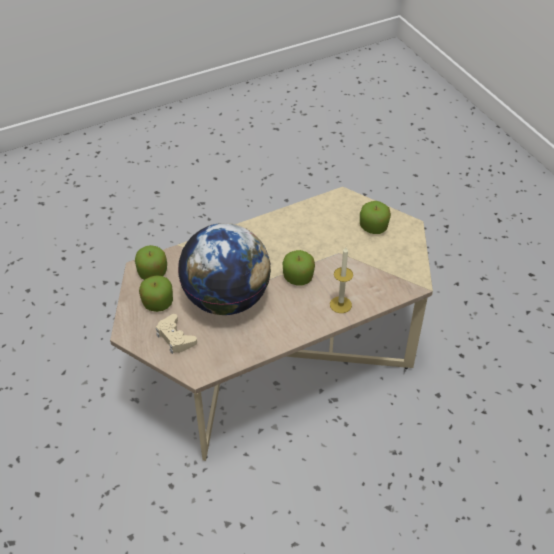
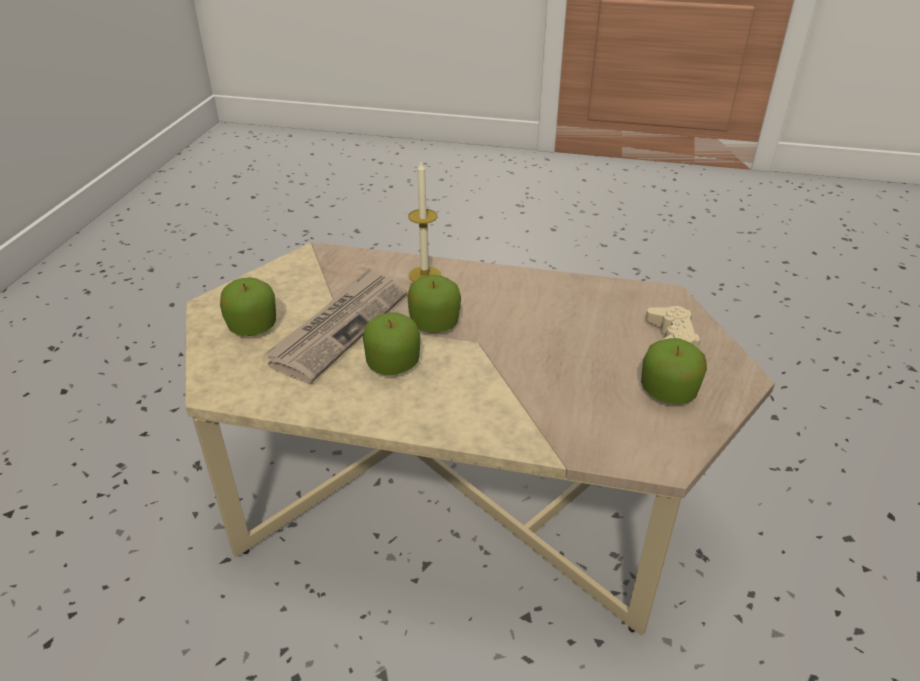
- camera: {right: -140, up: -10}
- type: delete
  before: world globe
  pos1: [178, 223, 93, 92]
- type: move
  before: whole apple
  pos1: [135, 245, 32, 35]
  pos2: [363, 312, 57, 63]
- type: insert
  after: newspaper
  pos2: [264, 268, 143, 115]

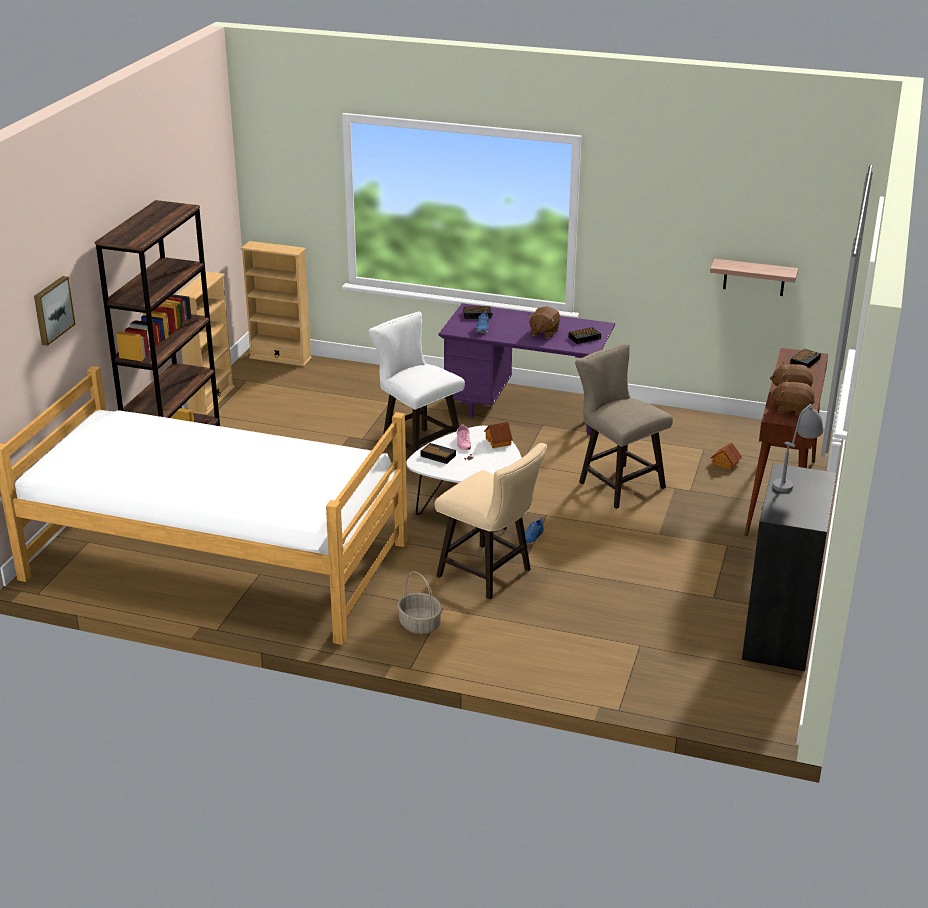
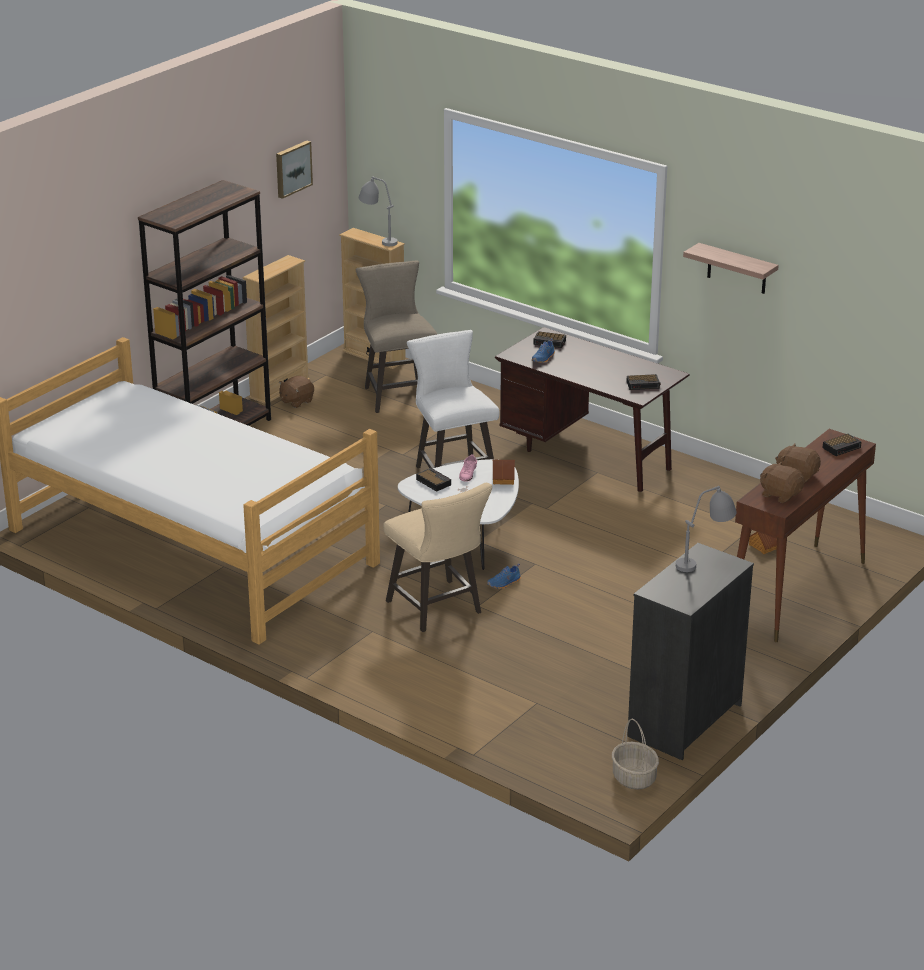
- camera: {right: 20, up: 0}
- type: move
  before: wall shelf
  pos1: [710, 259, 88, 37]
  pos2: [683, 243, 96, 51]
- type: move
  before: picture
  pos1: [34, 276, 41, 70]
  pos2: [276, 141, 37, 58]
- type: recolor
  before: purple-coloured desk unit
  after: brownish desk unit
  pos1: [439, 303, 176, 132]
  pos2: [495, 327, 195, 165]
- type: move
  before: brownish soft toy
  pos1: [528, 307, 32, 31]
  pos2: [279, 376, 35, 32]
- type: move
  before: sand-coloured stool
  pos1: [575, 343, 98, 166]
  pos2: [356, 261, 81, 152]
- type: move
  before: basket
  pos1: [397, 571, 45, 64]
  pos2: [612, 719, 47, 71]
- type: insert
  after: grey table lamp
  pos2: [359, 176, 39, 70]

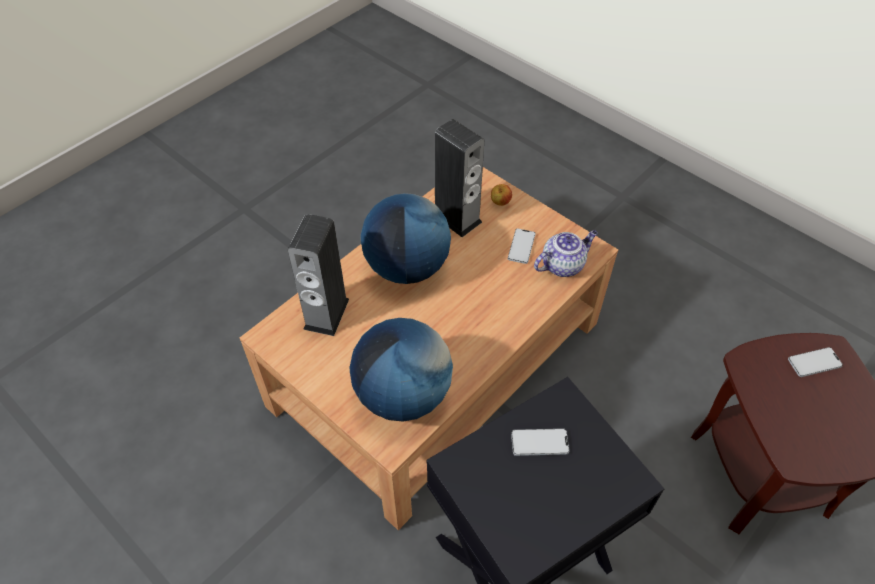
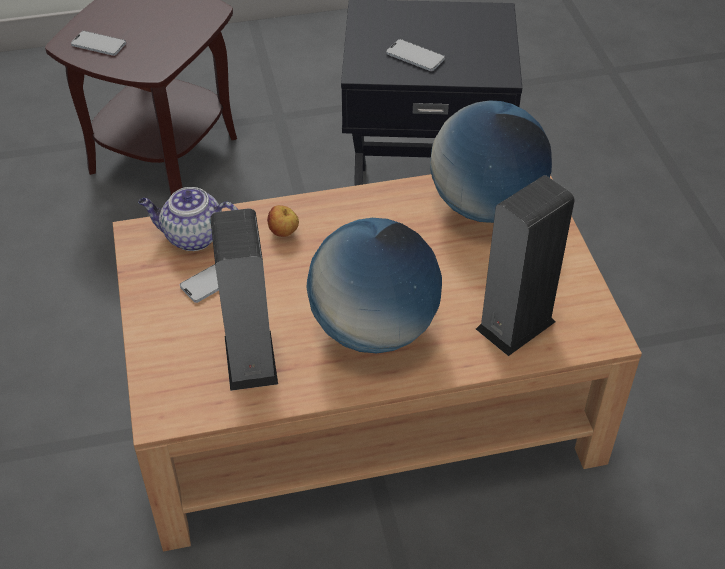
- camera: {right: -145, up: -5}
- type: move
  before: whole apple
  pos1: [491, 184, 21, 22]
  pos2: [267, 205, 32, 32]

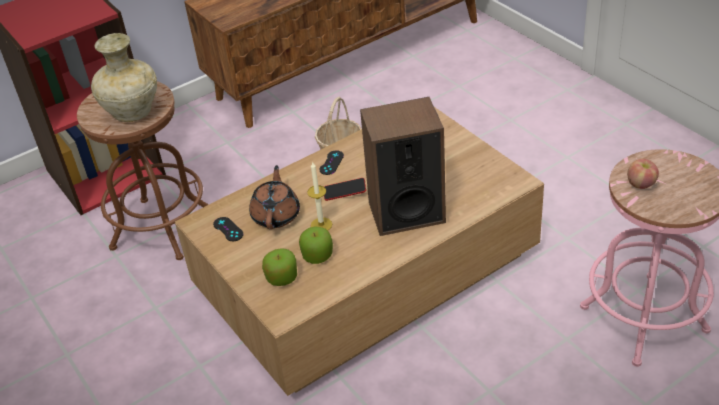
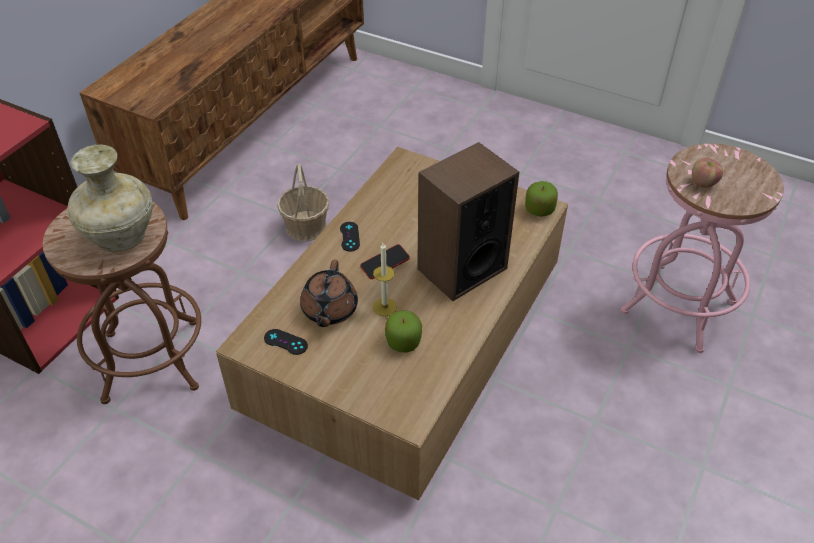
- camera: {right: -30, up: 5}
- type: rotate
  before: brownish teapot
  pos1: [249, 165, 51, 64]
  pos2: [300, 260, 58, 67]
  turn: -150
- type: move
  before: whole apple
  pos1: [262, 248, 35, 38]
  pos2: [525, 181, 33, 36]

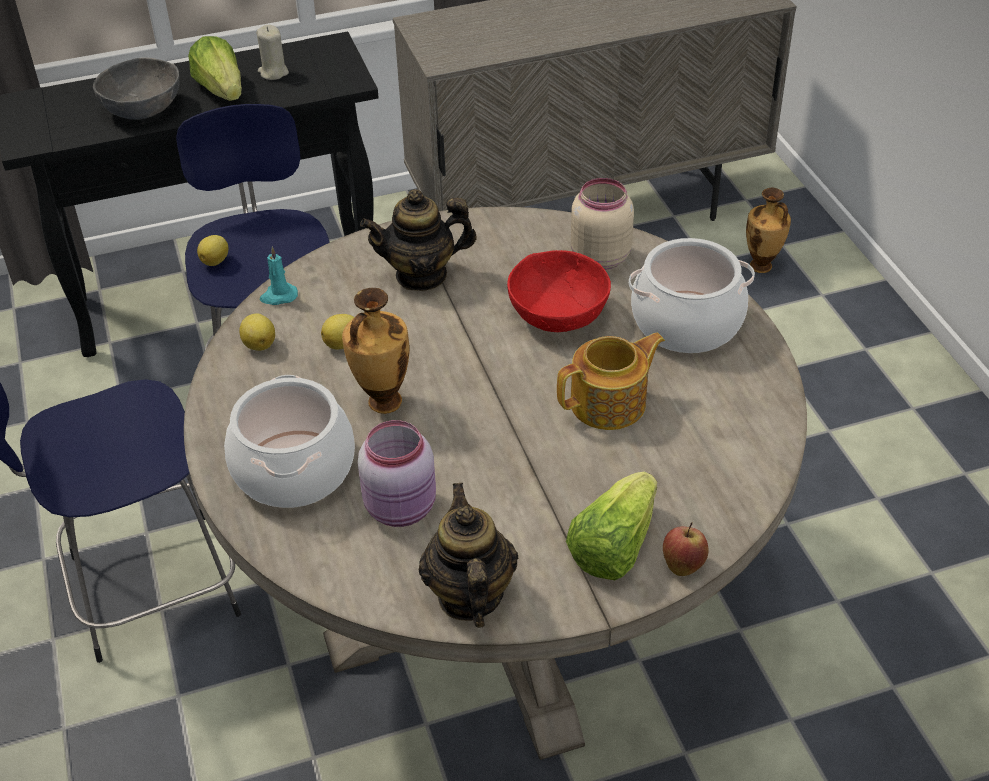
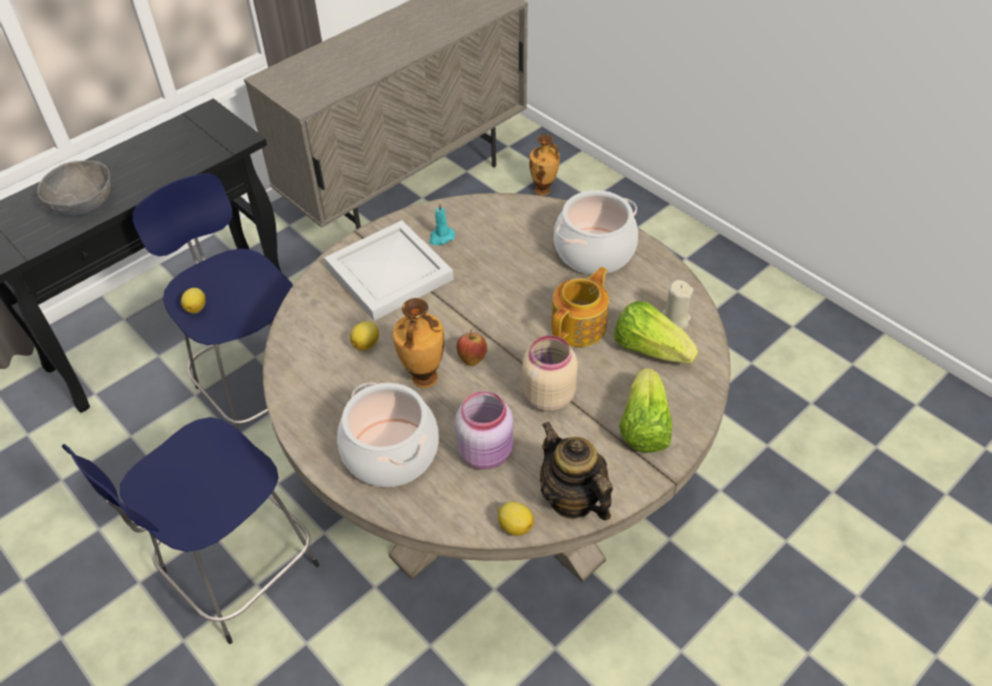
- camera: {right: -25, up: 5}
- type: move
  before: sand-coloured wax candle
  pos1: [256, 25, 33, 55]
  pos2: [661, 280, 33, 49]
- type: move
  before: head of lettuce
  pos1: [188, 36, 54, 65]
  pos2: [614, 301, 84, 63]
- type: move
  before: sand-coloured storage jar
  pos1: [571, 178, 63, 92]
  pos2: [522, 335, 56, 77]
- type: replace
  before: teapot
  after: whitish serving tray
  pos1: [360, 189, 117, 102]
  pos2: [324, 220, 130, 101]
- type: move
  before: blue-green wax candle
  pos1: [260, 247, 38, 58]
  pos2: [429, 202, 26, 43]
- type: delete
  before: red-coloured deep dish
  pos1: [507, 250, 104, 82]
- type: move
  before: lemon
  pos1: [239, 313, 36, 38]
  pos2: [498, 501, 36, 35]
- type: move
  before: whole apple
  pos1: [663, 522, 45, 54]
  pos2: [457, 329, 30, 37]

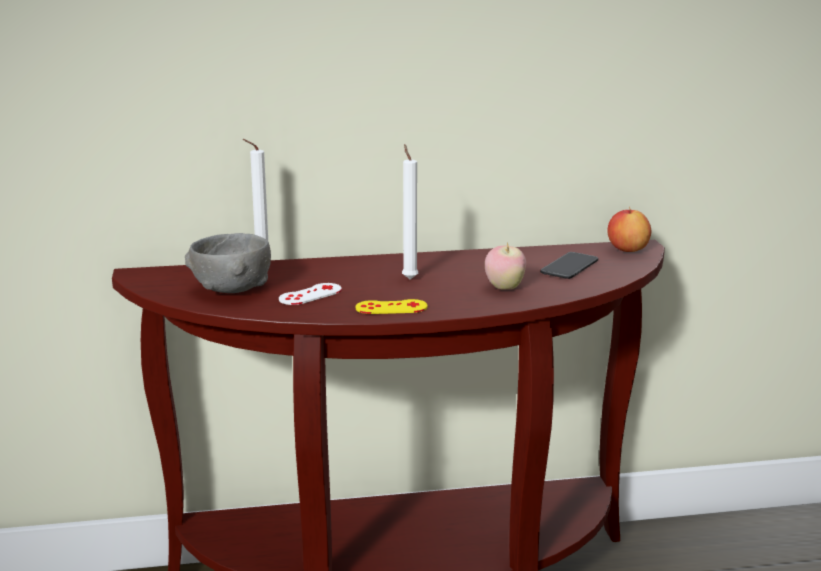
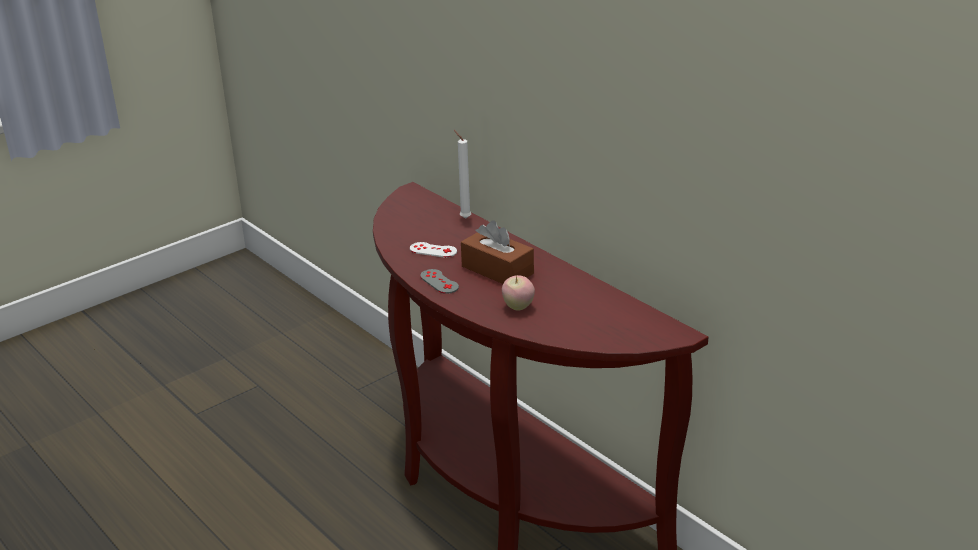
- camera: {right: 60, up: 10}
- type: replace
  before: whitish wax candle
  after: brownish tissue holder
  pos1: [402, 144, 16, 136]
  pos2: [461, 221, 73, 63]
- type: delete
  before: whole apple
  pos1: [607, 207, 45, 45]
- type: delete
  before: grey deep dish
  pos1: [185, 233, 86, 60]
- type: delete
  before: handset
  pos1: [540, 252, 58, 27]
- type: recolor
  before: yellow gamepad
  after: grey gamepad
  pos1: [356, 299, 72, 15]
  pos2: [420, 269, 39, 25]

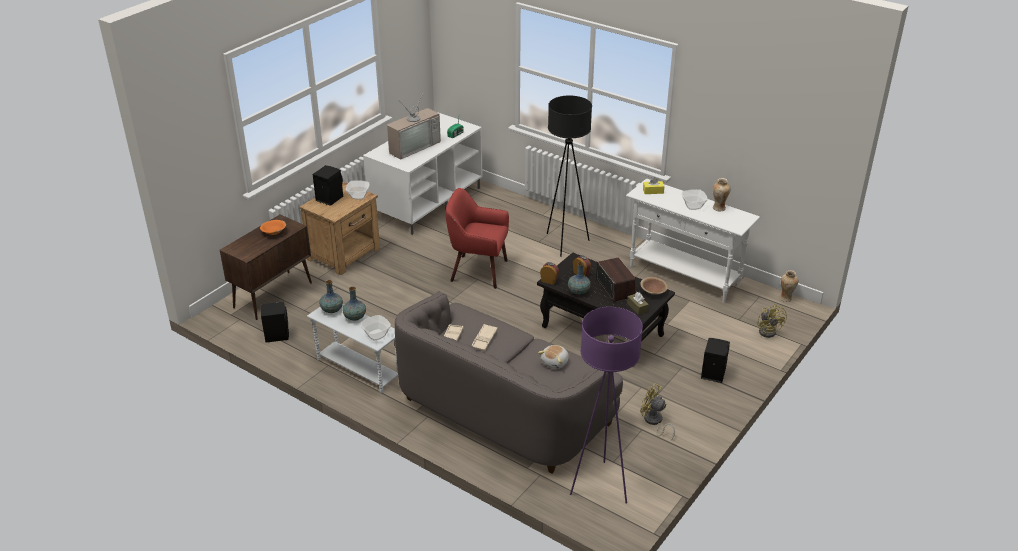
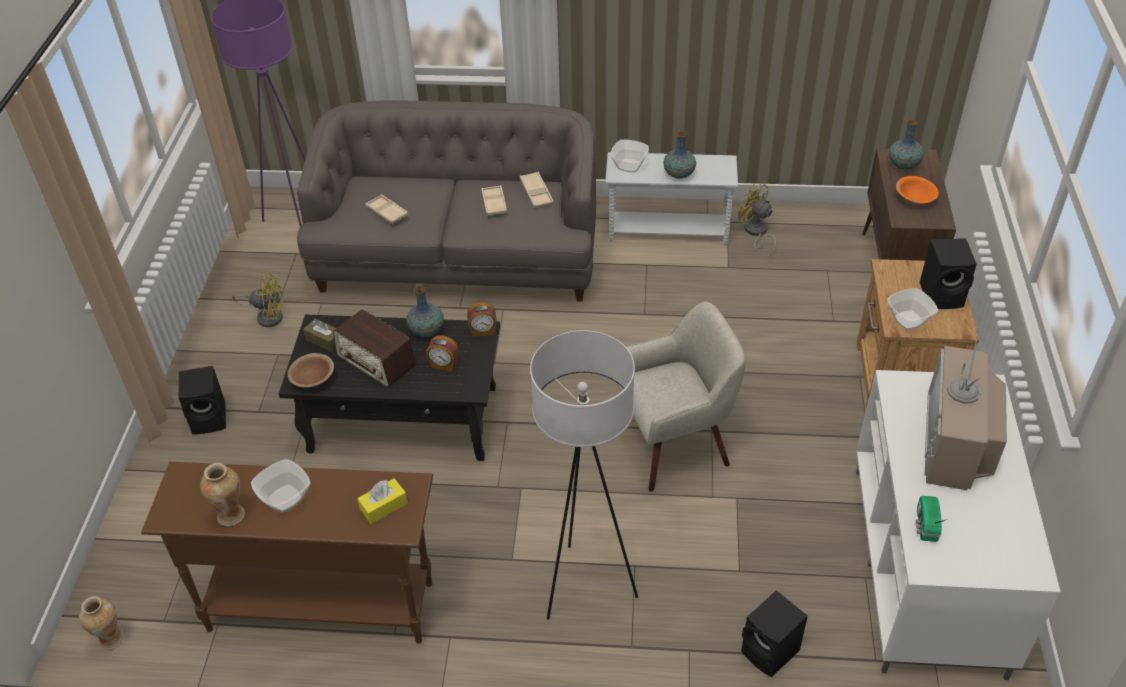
- camera: {right: 150, up: 10}
- type: recolor
  before: black-coloured floor lamp
  after: whitish floor lamp
  pos1: [547, 96, 45, 161]
  pos2: [530, 330, 108, 290]
- type: recolor
  before: whitish hall table
  after: brownish hall table
  pos1: [626, 179, 134, 124]
  pos2: [141, 462, 292, 182]
- type: recolor
  before: red-coloured easy chair
  after: sand-coloured easy chair
  pos1: [446, 188, 63, 101]
  pos2: [617, 302, 128, 190]
- type: move
  before: vase
  pos1: [319, 280, 24, 33]
  pos2: [889, 120, 35, 49]
- type: move
  before: black-coloured speaker
  pos1: [261, 301, 28, 42]
  pos2: [741, 590, 67, 87]
- type: move
  before: yellow fan
  pos1: [757, 304, 30, 34]
  pos2: [738, 183, 38, 73]
- type: replace
  before: soft toy
  after: sand-coloured serving tray
  pos1: [538, 345, 31, 24]
  pos2: [365, 195, 44, 29]

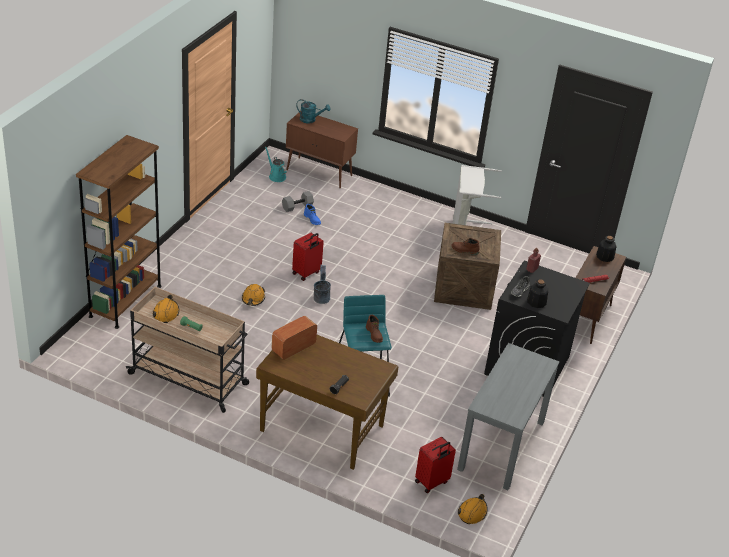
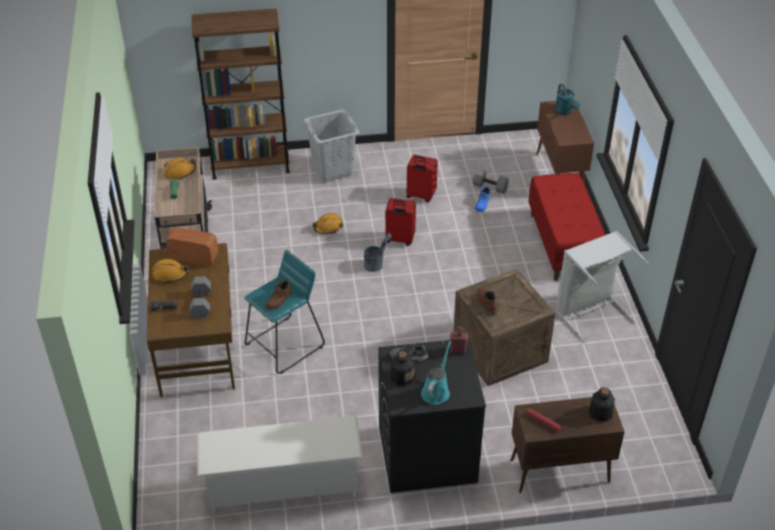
- camera: {right: 60, up: 5}
- type: move
  before: blue-green sprinkling can
  pos1: [265, 146, 22, 36]
  pos2: [421, 341, 30, 64]
- type: replace
  before: grey hall table
  after: whitish shoe shelf
  pos1: [457, 343, 102, 147]
  pos2: [197, 416, 166, 101]
- type: move
  before: red-coloured piece of luggage
  pos1: [415, 437, 41, 56]
  pos2: [406, 154, 32, 48]
- type: move
  before: orange-coloured safety helmet
  pos1: [458, 494, 30, 30]
  pos2: [152, 259, 37, 24]
- type: insert
  after: grey washing basket
  pos2: [303, 109, 56, 73]
- type: insert
  after: red-coloured indoor bench
  pos2: [528, 173, 78, 108]
- type: insert
  after: grey hand weight
  pos2: [189, 276, 22, 43]

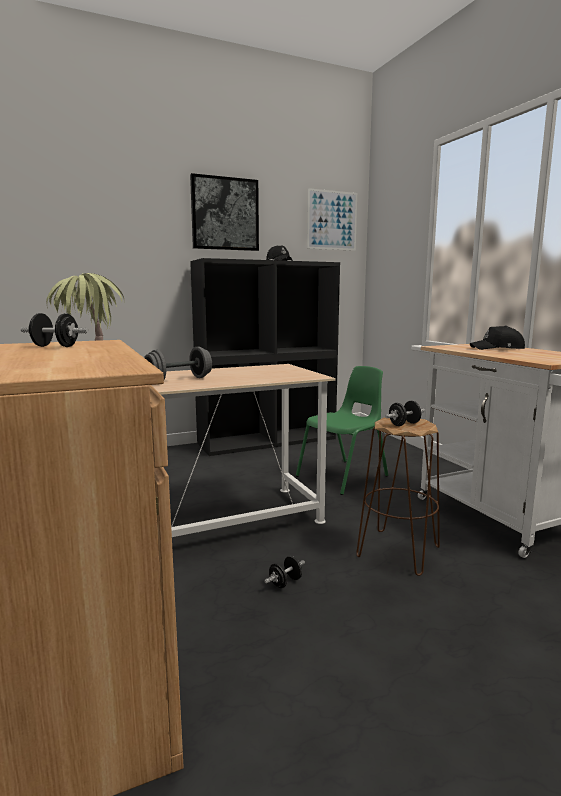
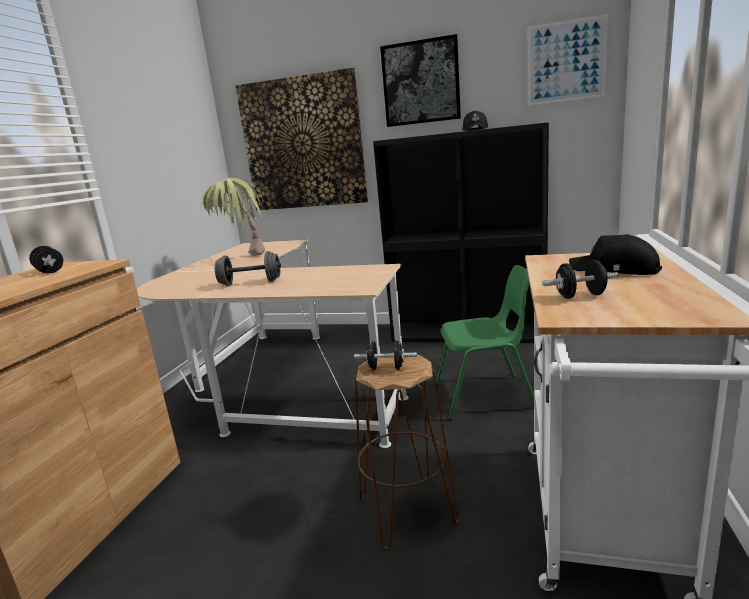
- camera: {right: 40, up: 5}
- type: move
  before: black-coloured hand weight
  pos1: [264, 556, 41, 32]
  pos2: [542, 260, 77, 39]
- type: insert
  after: picture
  pos2: [236, 68, 132, 142]

